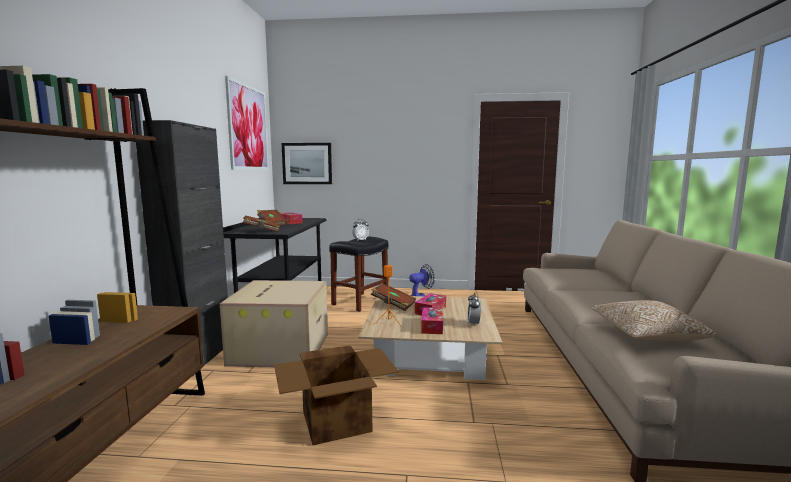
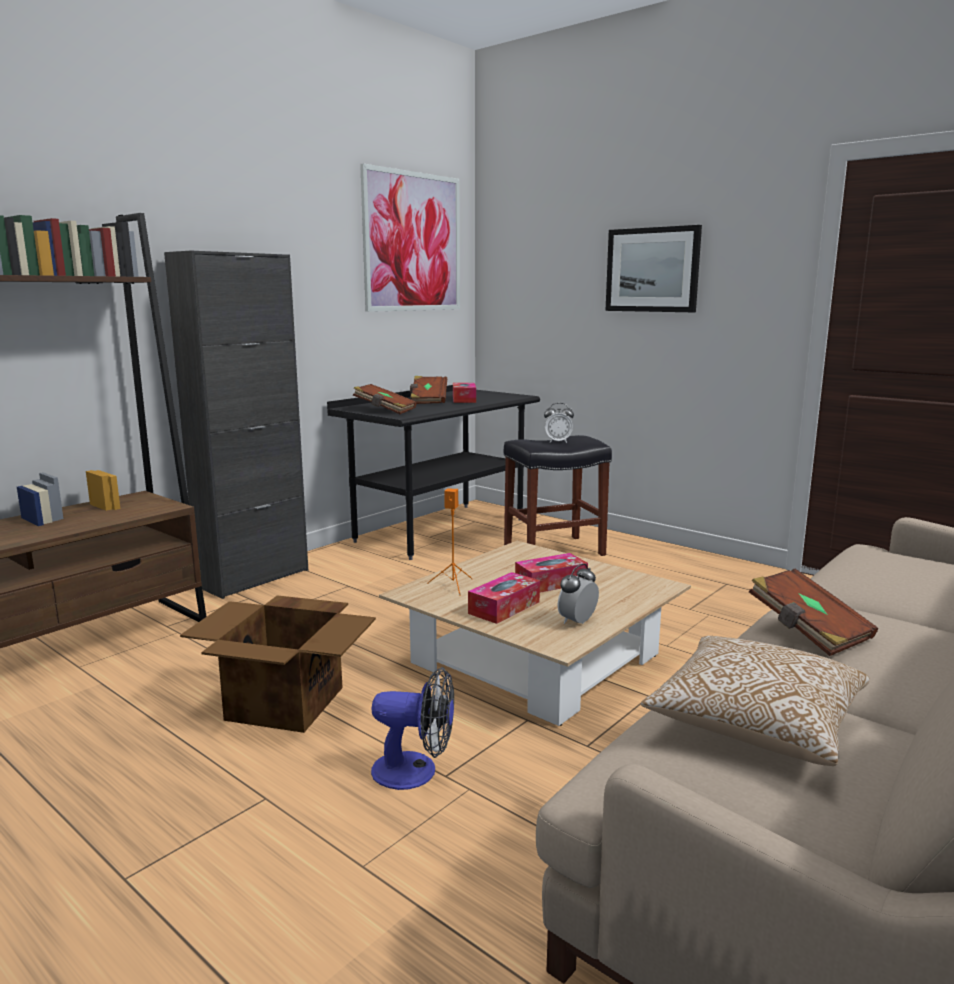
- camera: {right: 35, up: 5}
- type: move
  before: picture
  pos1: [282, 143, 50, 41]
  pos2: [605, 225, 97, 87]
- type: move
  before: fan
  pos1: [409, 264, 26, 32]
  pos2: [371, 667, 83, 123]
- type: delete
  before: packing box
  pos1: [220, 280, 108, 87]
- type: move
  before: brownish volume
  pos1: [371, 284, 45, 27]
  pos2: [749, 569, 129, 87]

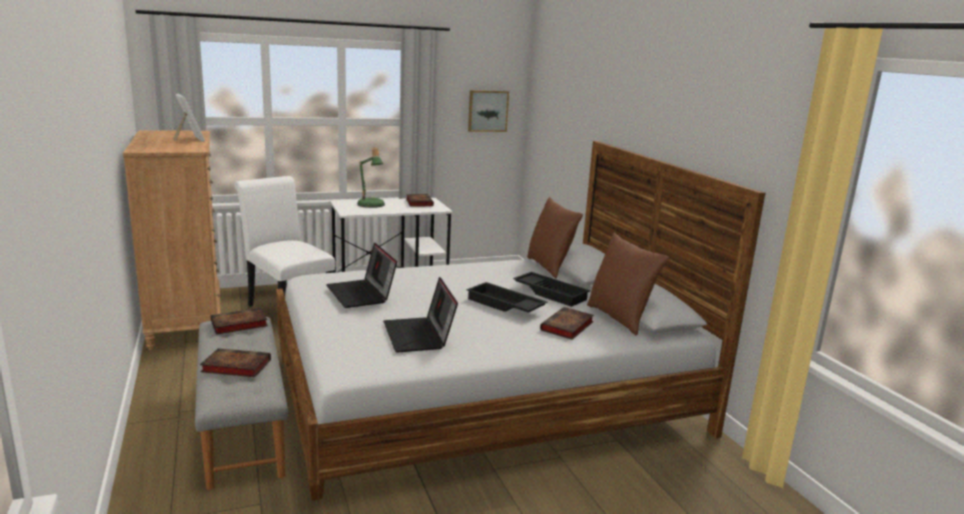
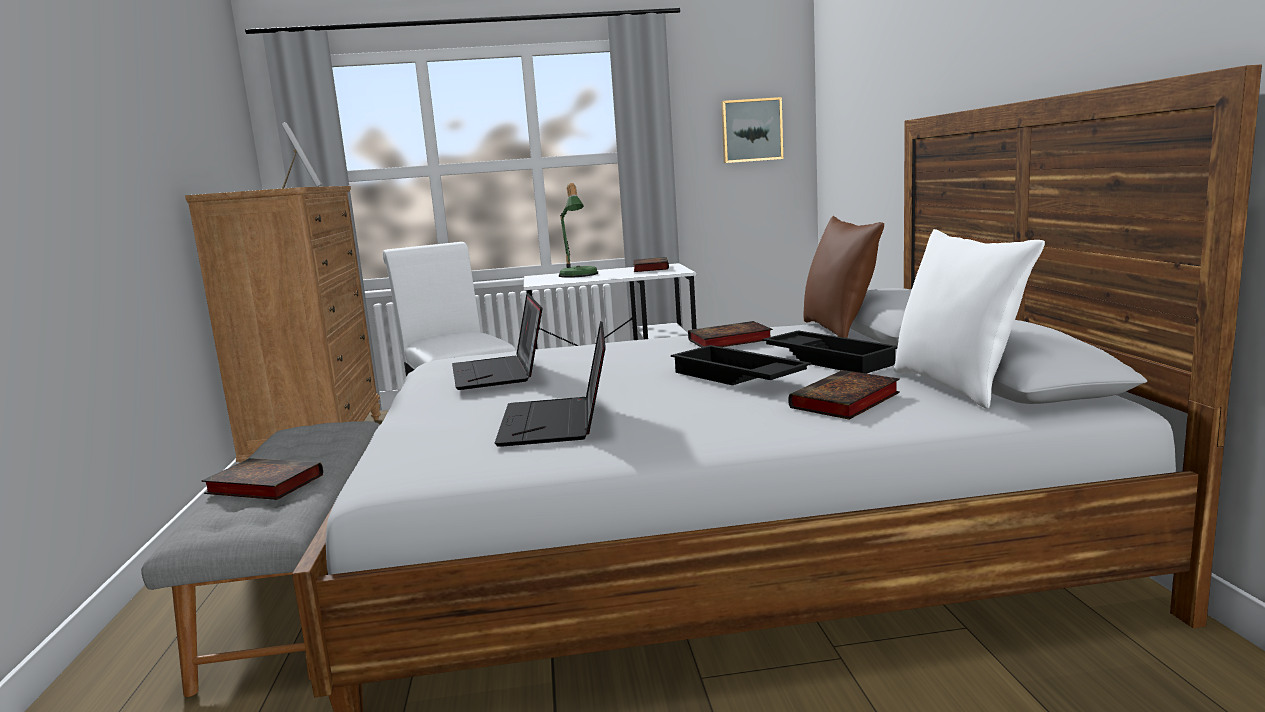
- camera: {right: 15, up: -5}
- type: recolor
  before: brownish pillow
  after: whitish pillow
  pos1: [587, 233, 82, 102]
  pos2: [894, 229, 151, 180]
- type: move
  before: volume
  pos1: [211, 308, 57, 27]
  pos2: [688, 321, 85, 26]

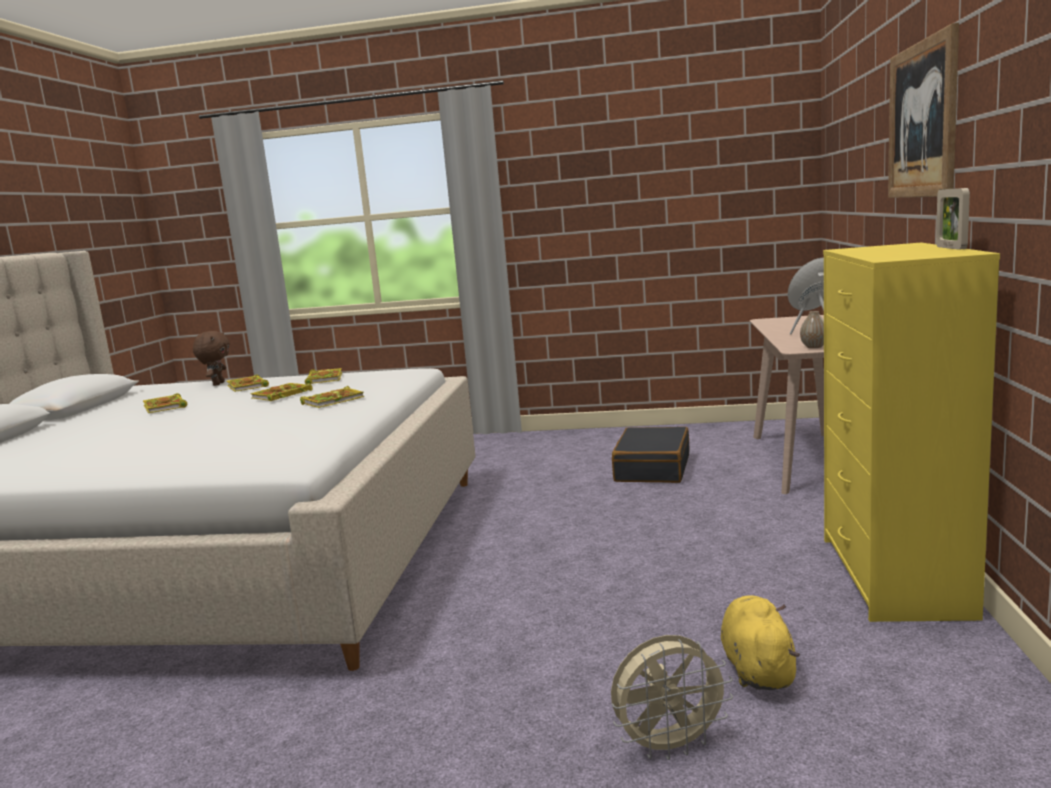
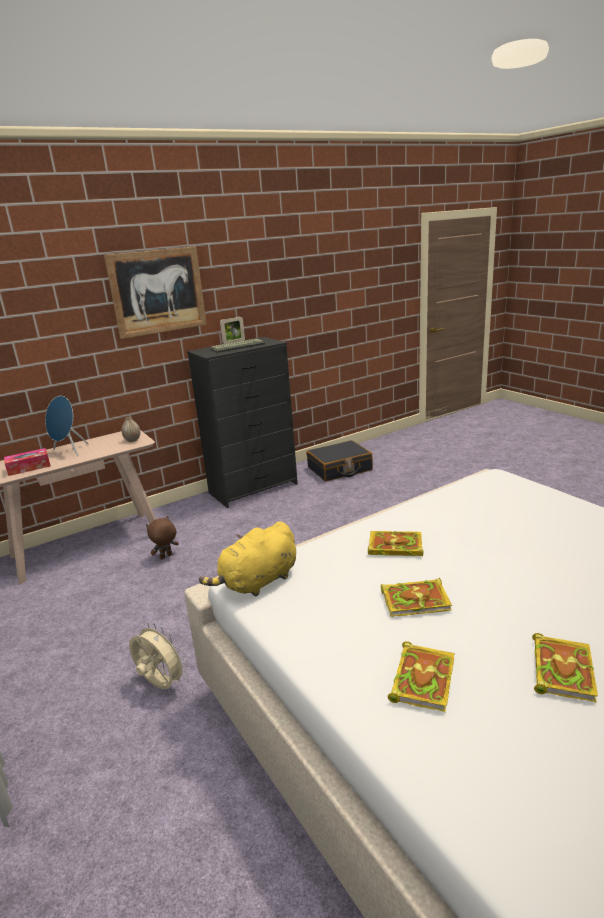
- camera: {right: -130, up: 10}
- type: recolor
  before: yellow dresser
  after: black-coloured dresser
  pos1: [823, 243, 177, 379]
  pos2: [187, 337, 111, 171]
- type: move
  before: brownish soft toy
  pos1: [193, 331, 36, 55]
  pos2: [146, 516, 33, 43]
- type: delete
  before: volume
  pos1: [305, 368, 37, 16]
- type: move
  before: black-coloured piece of luggage
  pos1: [612, 427, 77, 56]
  pos2: [307, 440, 66, 41]
- type: move
  before: yellow soft toy
  pos1: [721, 595, 79, 95]
  pos2: [199, 522, 97, 75]
- type: move
  before: sand-coloured fan
  pos1: [611, 635, 122, 125]
  pos2: [129, 623, 59, 66]
- type: insert
  after: PC keyboard
  pos2: [210, 339, 55, 14]
- type: insert
  after: tissue holder
  pos2: [4, 448, 47, 28]

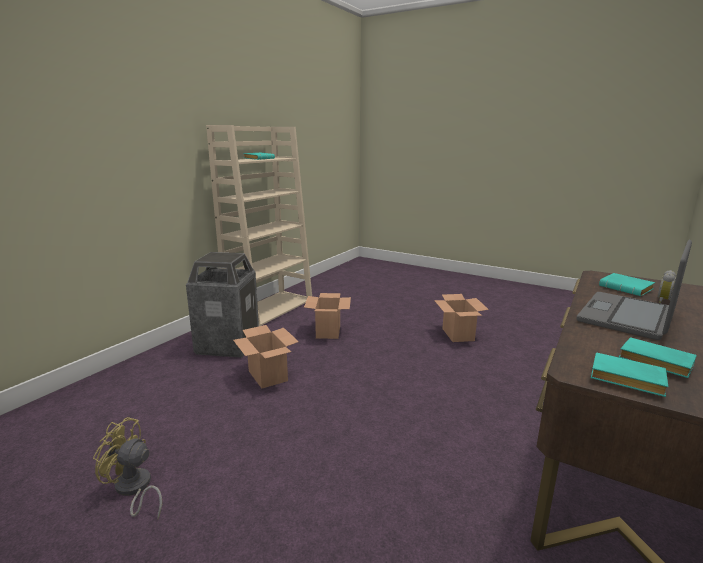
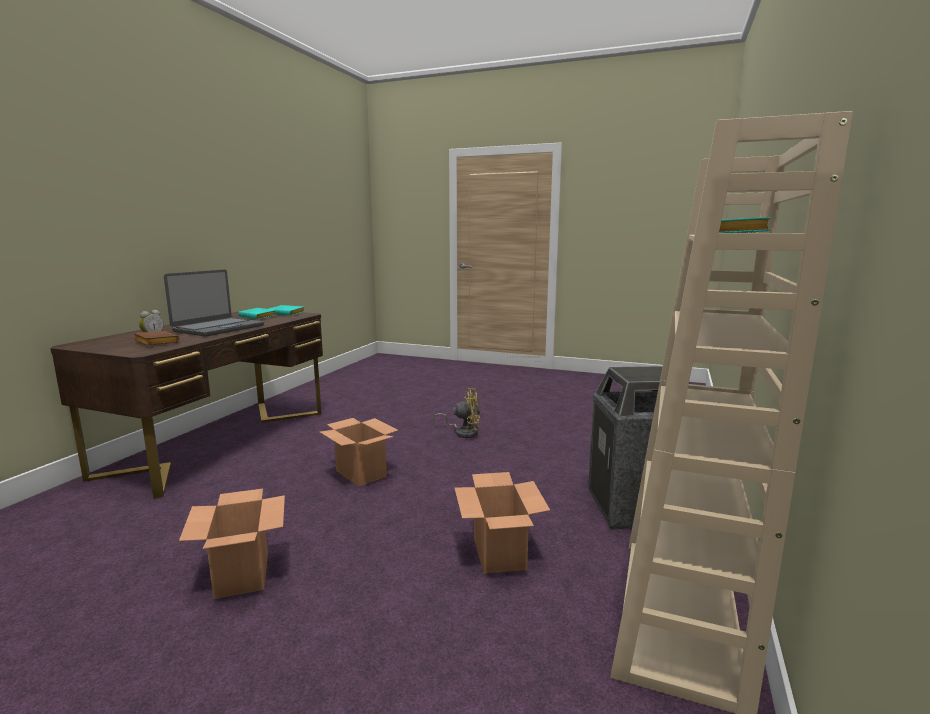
- camera: {right: 170, up: -5}
- type: recolor
  before: blue-green volume
  after: brownish volume
  pos1: [599, 273, 56, 23]
  pos2: [133, 331, 46, 14]
- type: move
  before: packing box
  pos1: [233, 325, 66, 63]
  pos2: [320, 418, 78, 69]
- type: move
  before: yellow fan
  pos1: [93, 417, 69, 102]
  pos2: [433, 388, 47, 50]

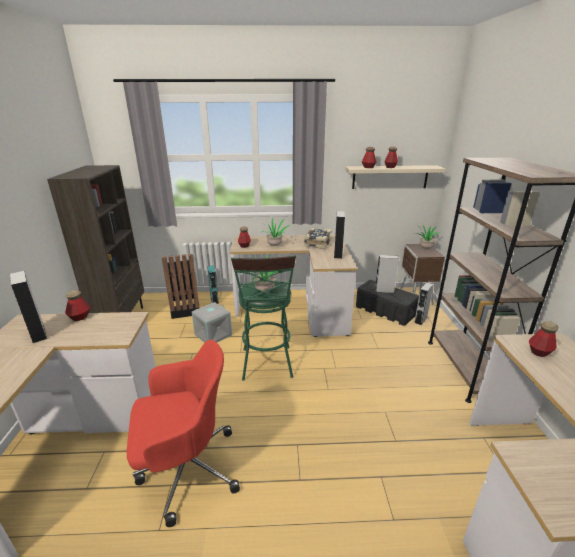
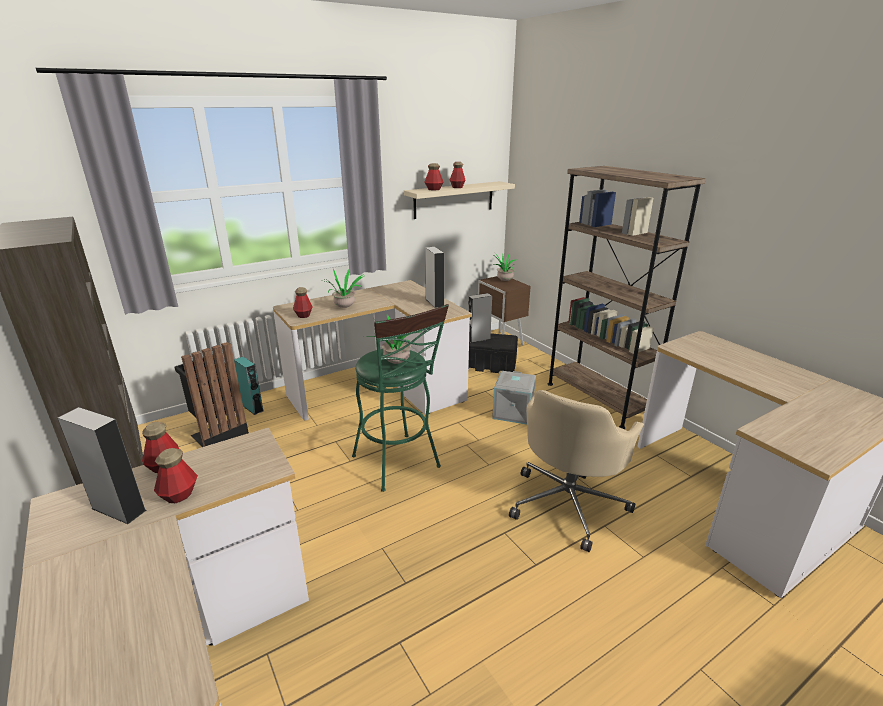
- camera: {right: -30, up: 0}
- type: delete
  before: volume
  pos1: [304, 228, 28, 21]
- type: delete
  before: grey speaker
  pos1: [414, 282, 19, 43]
- type: move
  before: grey storage box
  pos1: [192, 302, 40, 41]
  pos2: [492, 371, 44, 54]
- type: move
  before: drink bottle
  pos1: [529, 321, 30, 36]
  pos2: [154, 448, 44, 55]
- type: delete
  before: red-coloured desk chair
  pos1: [127, 340, 113, 187]
- type: insert
  after: sand-coloured desk chair
  pos2: [509, 390, 135, 162]

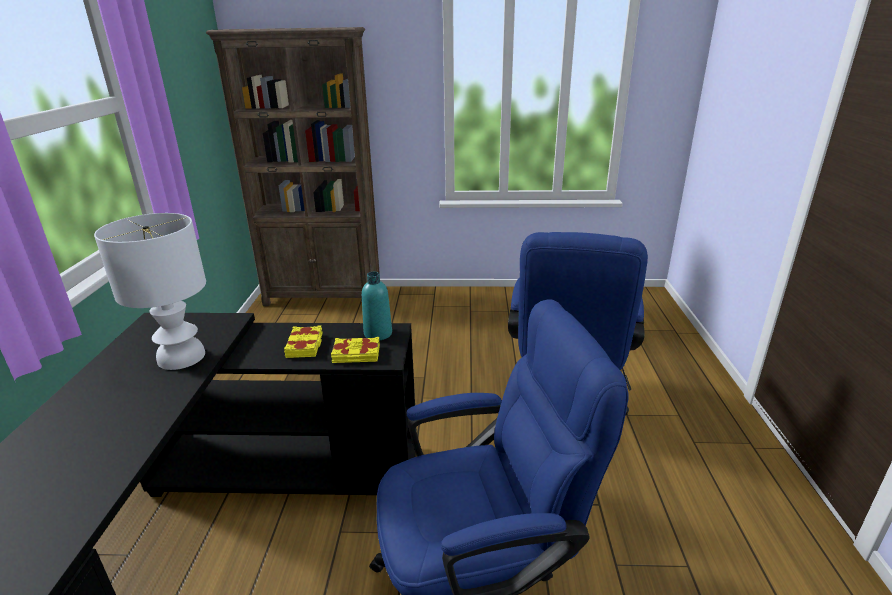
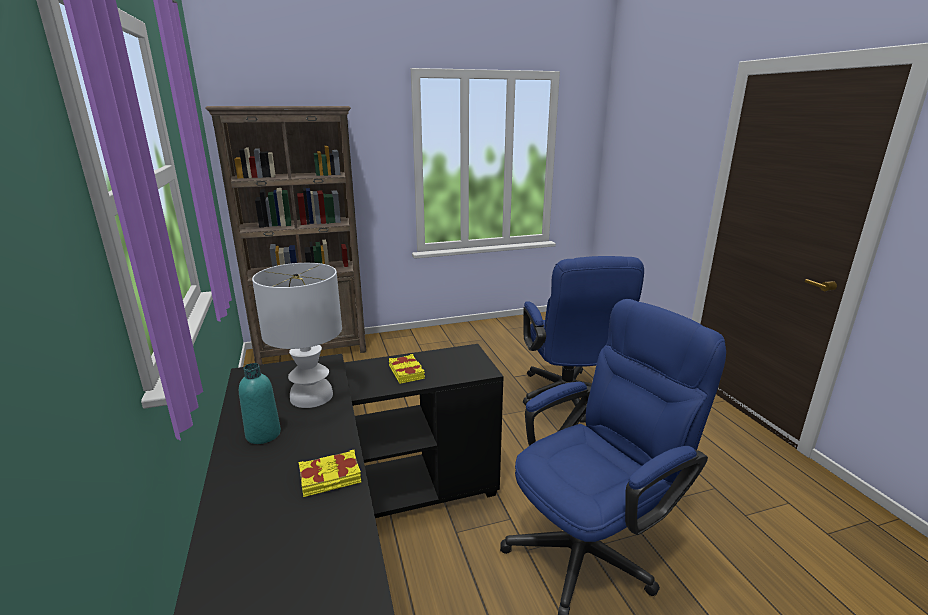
- camera: {right: -20, up: -5}
- type: move
  before: blue-green drink bottle
  pos1: [362, 272, 30, 68]
  pos2: [239, 363, 42, 81]
- type: move
  before: yellow volume
  pos1: [331, 337, 49, 26]
  pos2: [298, 450, 63, 47]

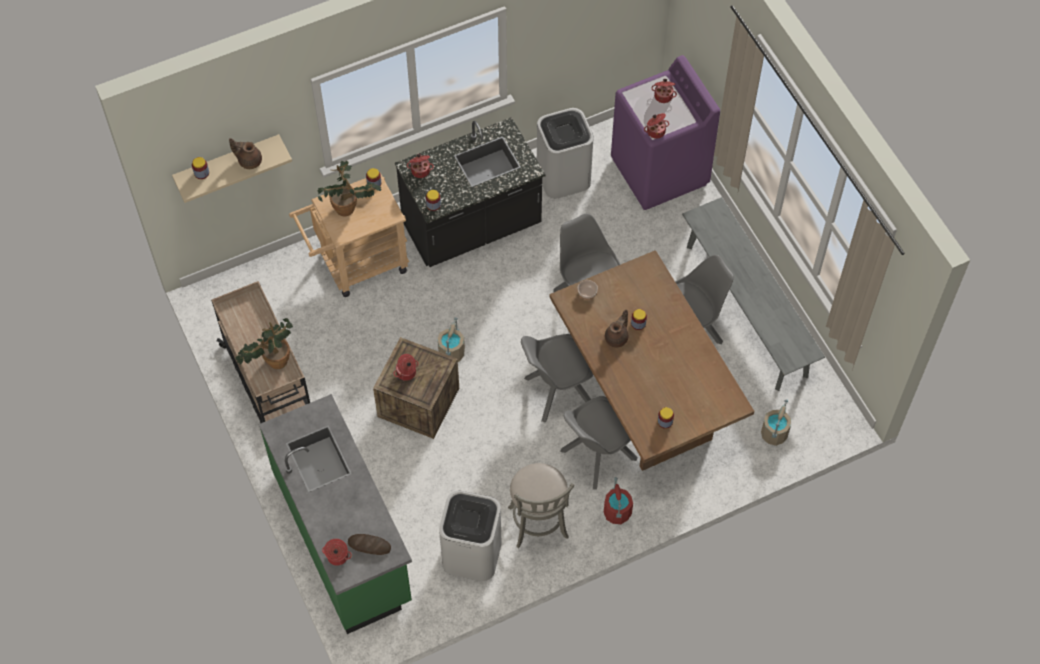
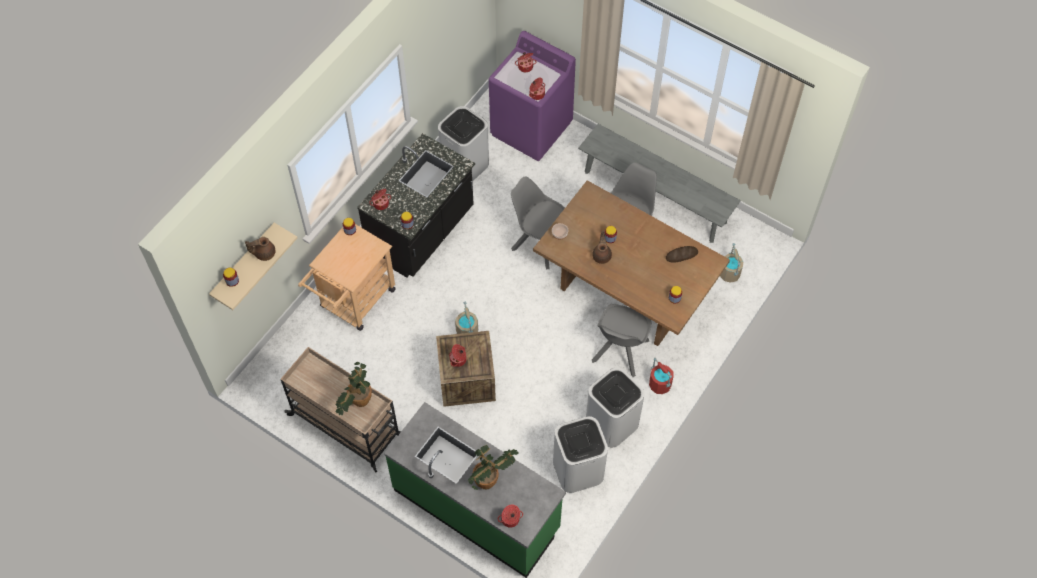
- camera: {right: -30, up: 0}
- type: move
  before: plant in a pot
  pos1: [318, 161, 63, 55]
  pos2: [467, 445, 52, 45]
- type: delete
  before: grey plain chair
  pos1: [521, 334, 72, 88]
- type: replace
  before: grey stool
  after: whitish waste bin
  pos1: [508, 463, 67, 85]
  pos2: [586, 368, 59, 80]
- type: move
  before: baked bread
  pos1: [348, 534, 43, 21]
  pos2: [666, 246, 32, 17]

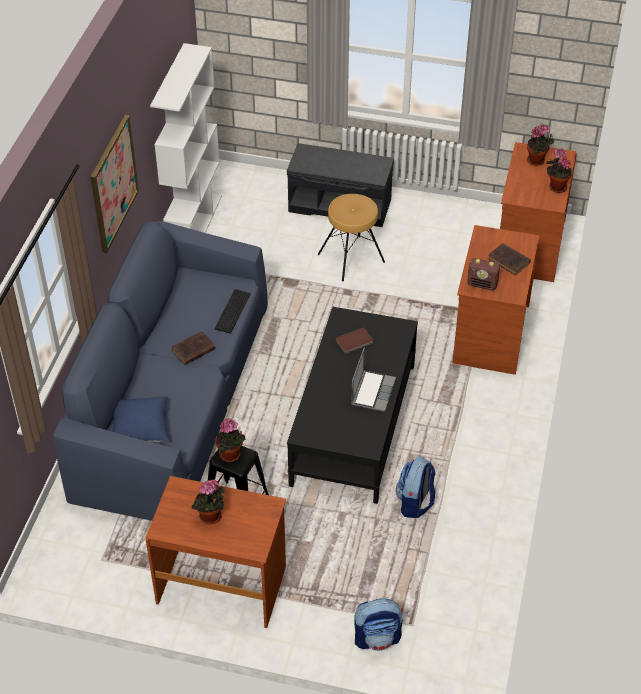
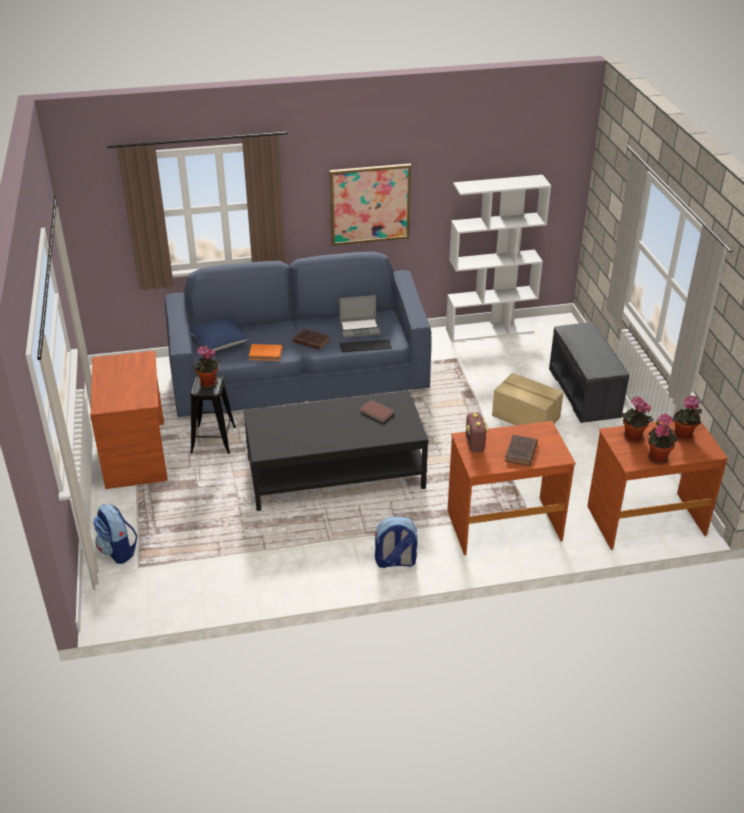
- camera: {right: 65, up: -10}
- type: replace
  before: brownish stool
  after: packing box
  pos1: [318, 194, 67, 87]
  pos2: [492, 373, 72, 52]
- type: move
  before: laptop
  pos1: [351, 348, 45, 64]
  pos2: [339, 295, 41, 43]
- type: move
  before: knapsack
  pos1: [396, 457, 40, 61]
  pos2: [374, 516, 44, 52]
- type: move
  before: plant in a pot
  pos1: [192, 479, 33, 46]
  pos2: [621, 396, 33, 47]
- type: insert
  after: orange-coloured volume
  pos2: [249, 344, 33, 17]

